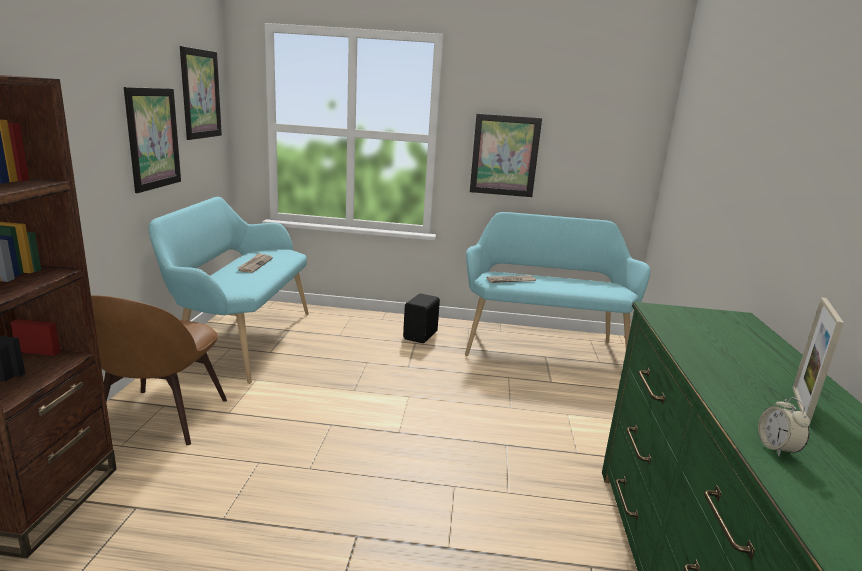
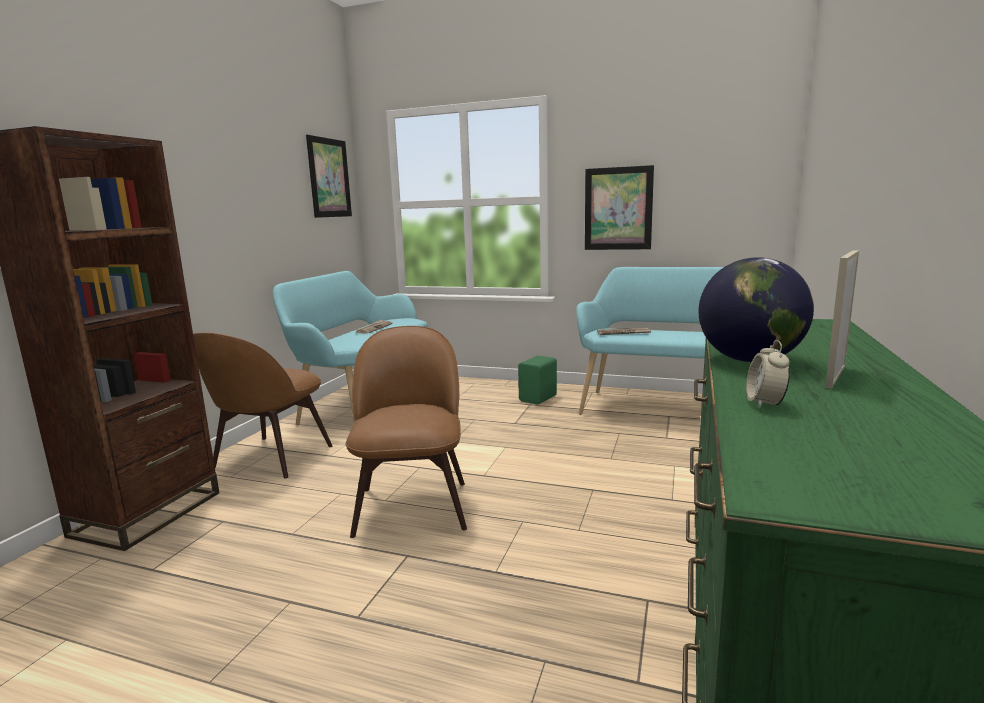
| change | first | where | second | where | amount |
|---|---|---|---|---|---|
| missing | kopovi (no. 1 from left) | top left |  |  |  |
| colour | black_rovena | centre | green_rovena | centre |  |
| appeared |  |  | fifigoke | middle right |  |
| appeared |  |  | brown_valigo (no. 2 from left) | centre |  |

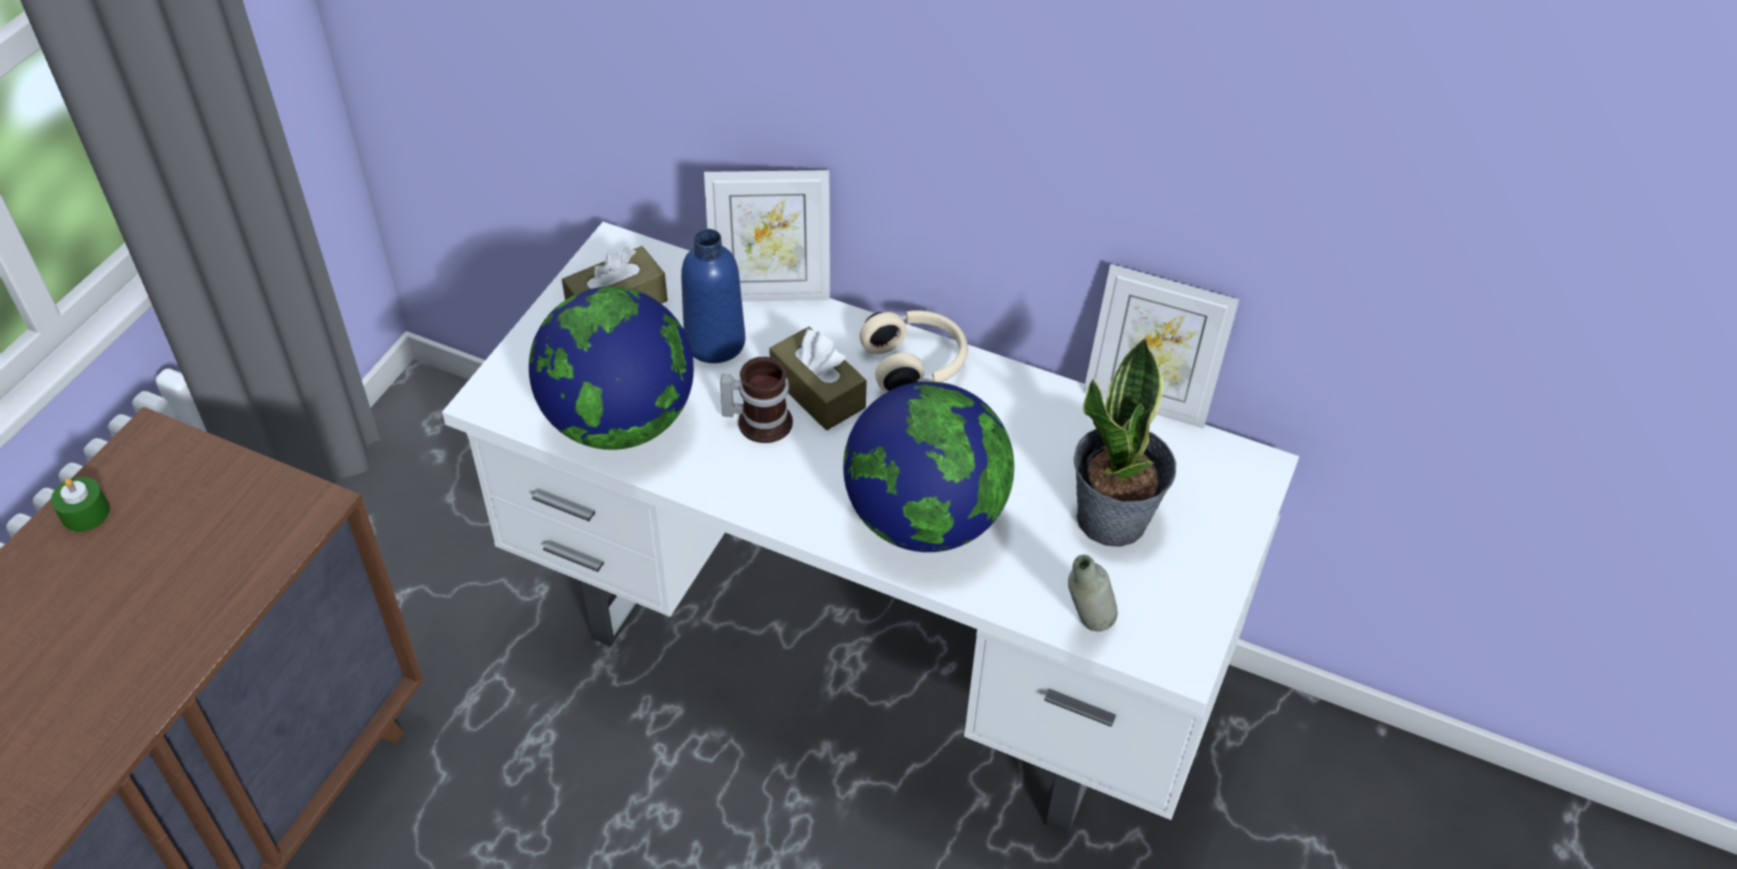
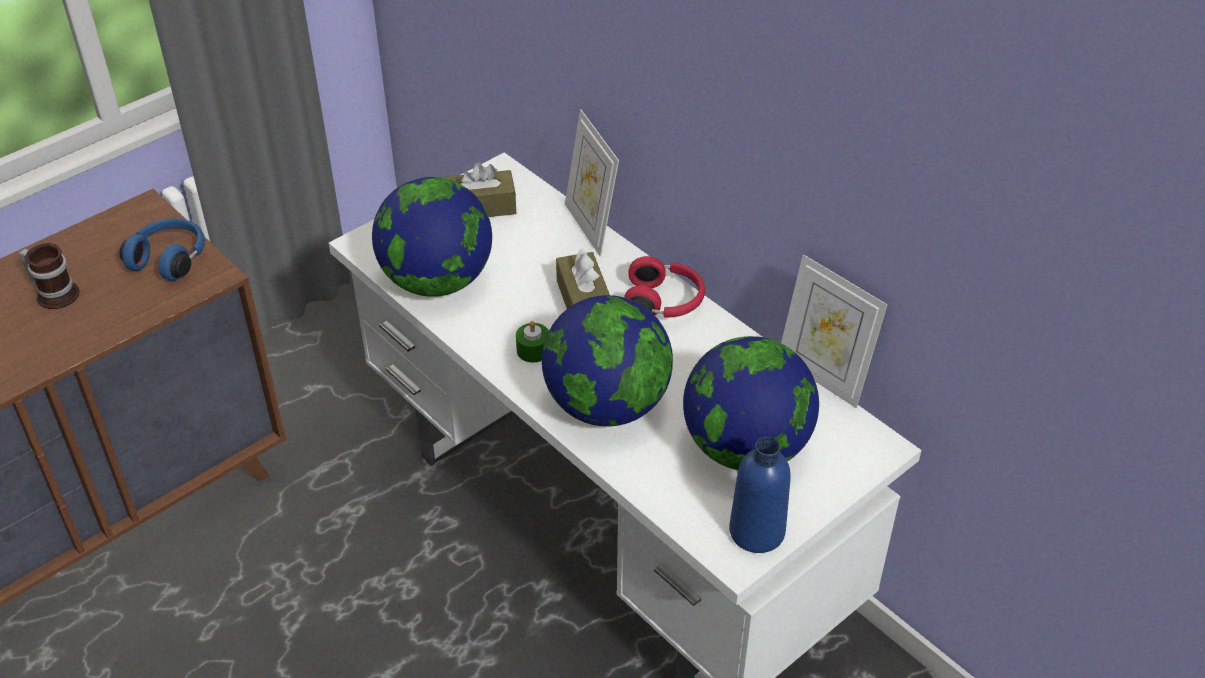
| change | first | where | second | where | amount |
|---|---|---|---|---|---|
| spun | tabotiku (no. 1 from left) | top centre |  | top centre | 45 degrees clockwise |
| relocated | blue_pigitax | centre |  | bottom centre |  |
| colour | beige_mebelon | centre | red_mebelon | centre |  |
| exchanged | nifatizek | centre | fifigoke (no. 3 from left) | centre |  |
| relocated | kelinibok | centre |  | middle left |  |
| relocated | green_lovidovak | middle left |  | centre |  |
| missing | grey_pigitax | bottom centre |  |  |  |
| appeared |  |  | blue_mebelon | middle left |  |

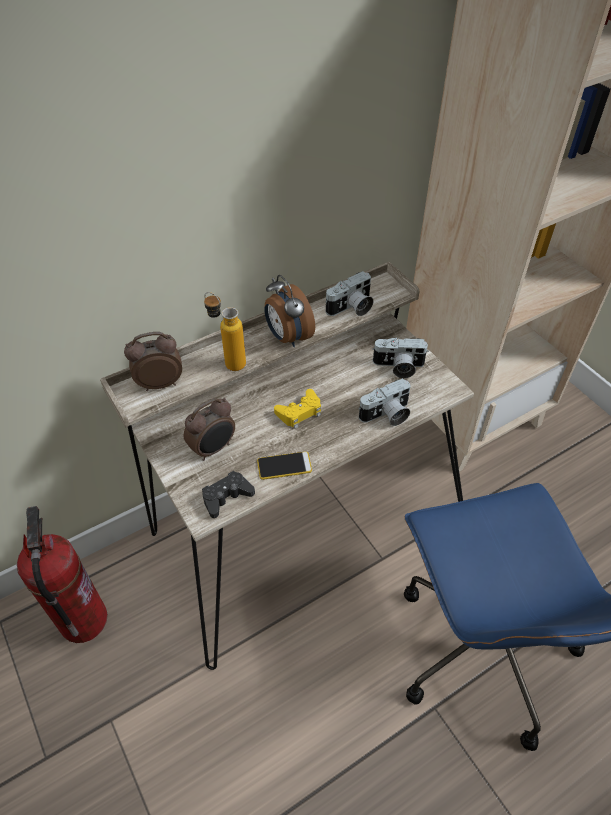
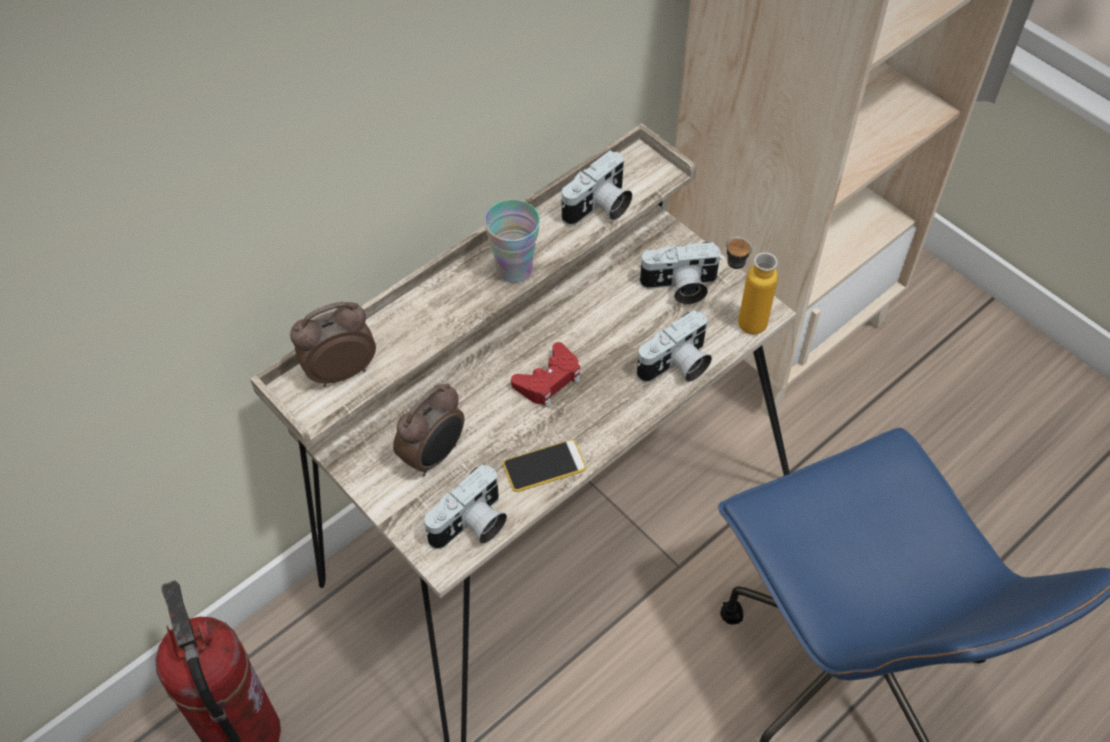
| change | first | where | second | where | amount |
|---|---|---|---|---|---|
| exchanged | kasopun (no. 3 from left) | centre | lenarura | top centre |  |
| relocated | pigitax | centre |  | middle right |  |
| colour | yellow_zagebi | centre | red_zagebi | centre |  |
| exchanged | black_zagebi | centre | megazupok (no. 1 from left) | bottom centre |  |

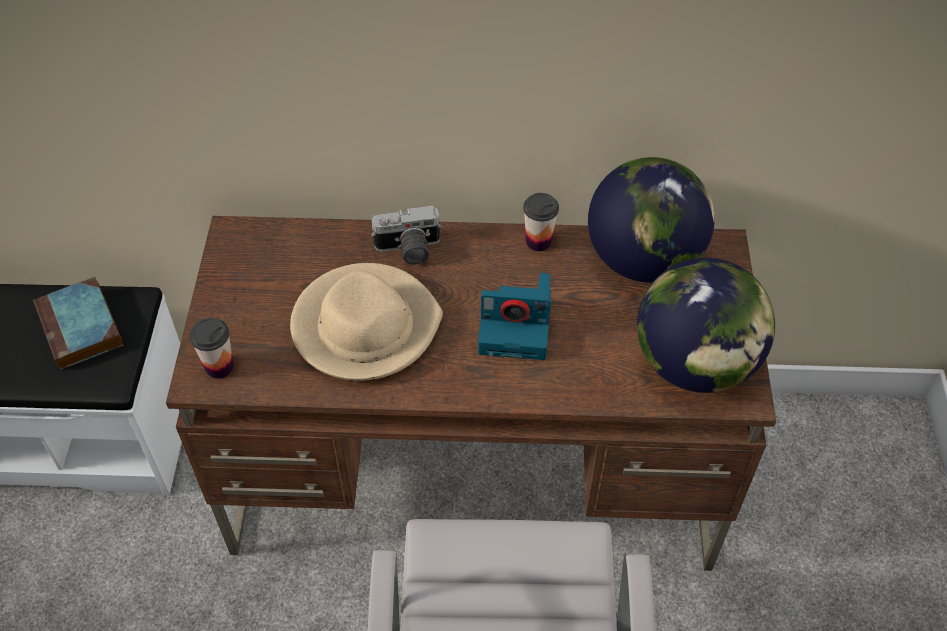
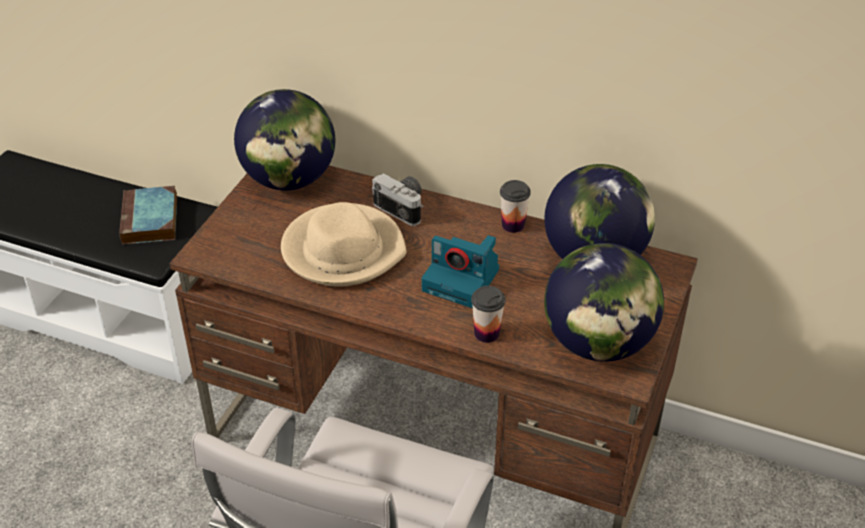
| change | first | where | second | where | amount |
|---|---|---|---|---|---|
| spun | megazupok (no. 1 from left) | centre |  | centre | 150 degrees counterclockwise |
| relocated | lenarura (no. 1 from left) | middle left |  | centre |  |
| appeared |  |  | fifigoke (no. 1 from left) | top left |  |

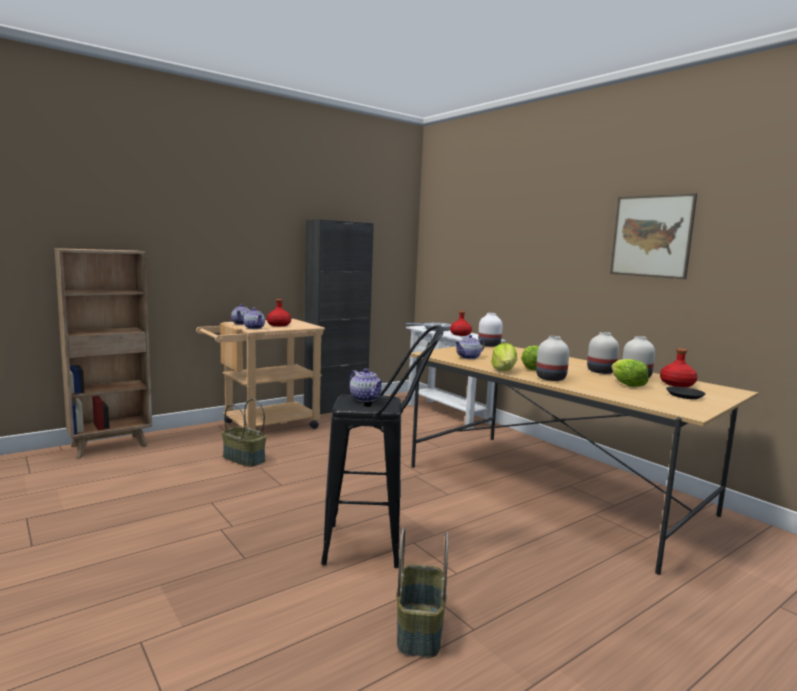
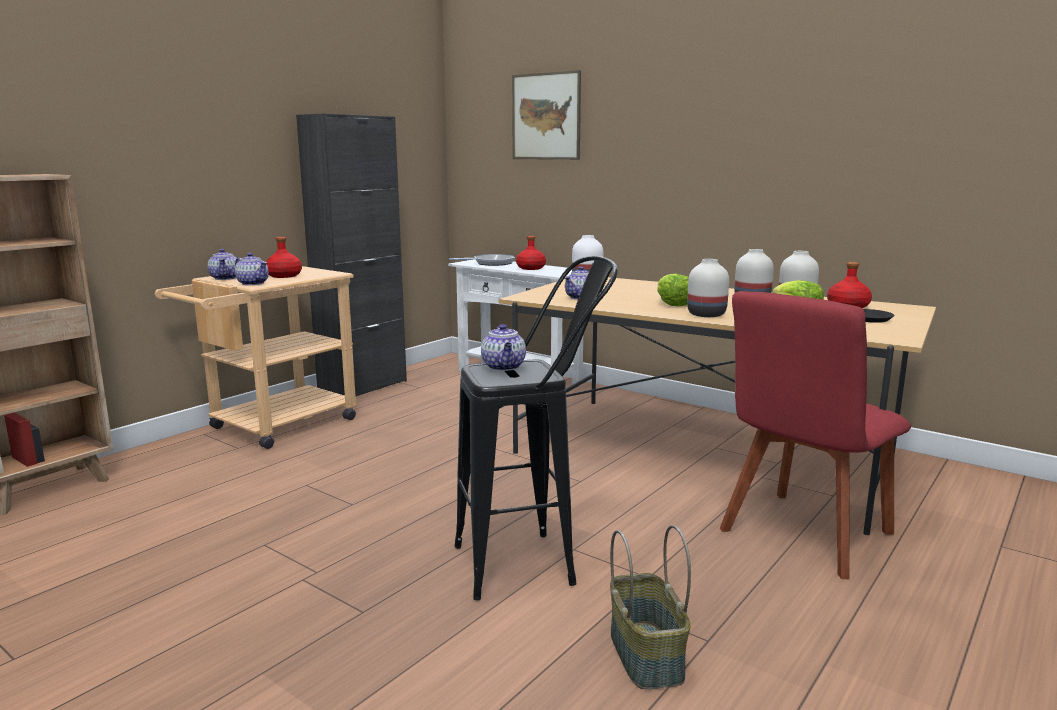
| change | first | where | second | where | amount |
|---|---|---|---|---|---|
| relocated | kopovi | middle right |  | top centre |  |
| missing | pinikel (no. 1 from left) | centre |  |  |  |
| spun | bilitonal (no. 3 from left) | centre |  | centre | 45 degrees clockwise |
| missing | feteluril (no. 1 from left) | middle left |  |  |  |
| appeared |  |  | red_valigo | middle right |  |

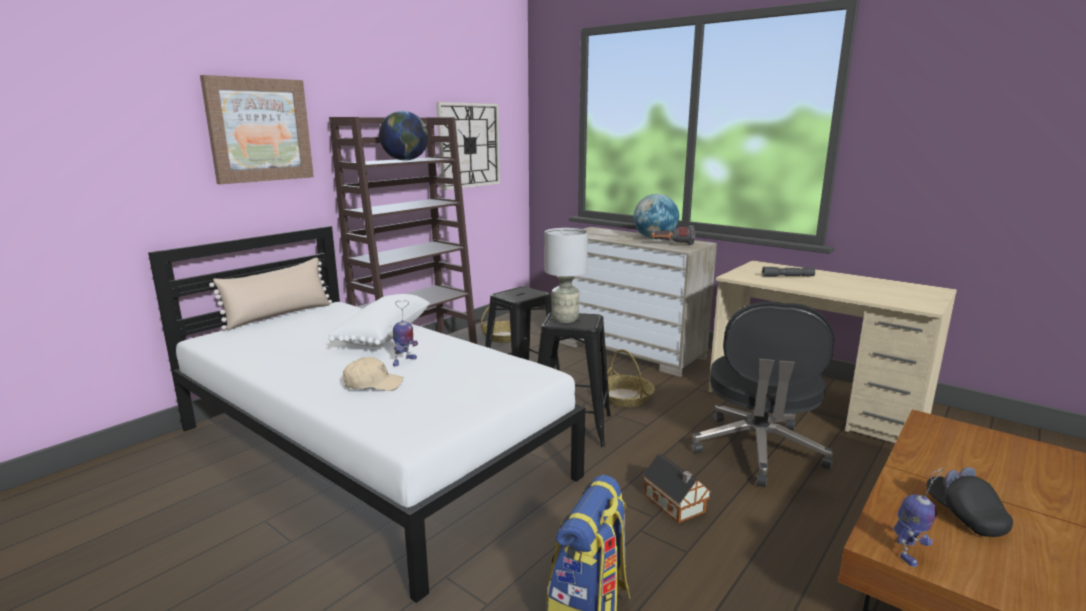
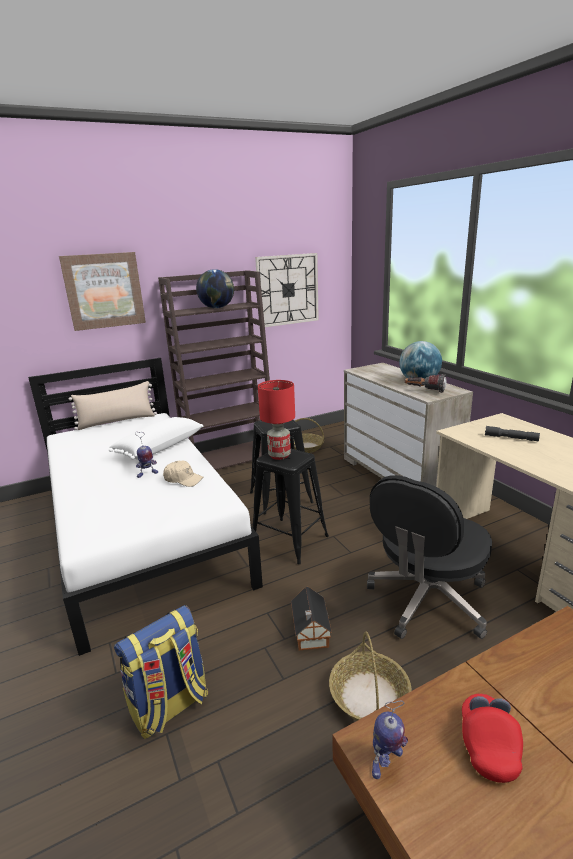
| change | first | where | second | where | amount |
|---|---|---|---|---|---|
| colour | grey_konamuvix | centre | red_konamuvix | centre |  |
| relocated | feteluril (no. 2 from left) | centre |  | bottom centre |  |
| relocated | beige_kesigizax | centre |  | middle left |  |
| colour | black_kesigizax | bottom right | red_kesigizax | bottom right |  |

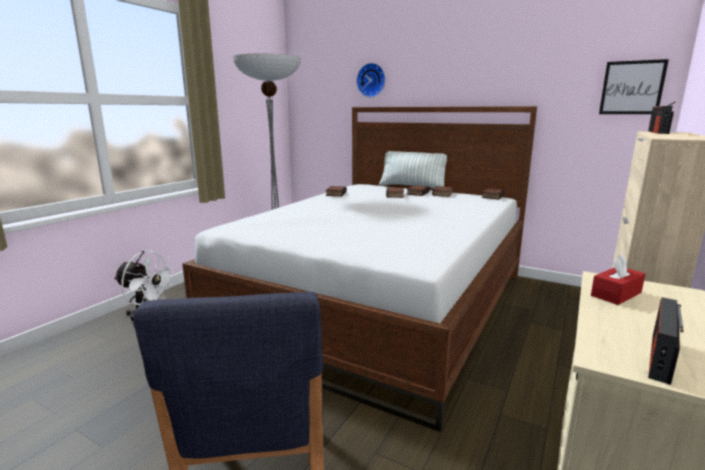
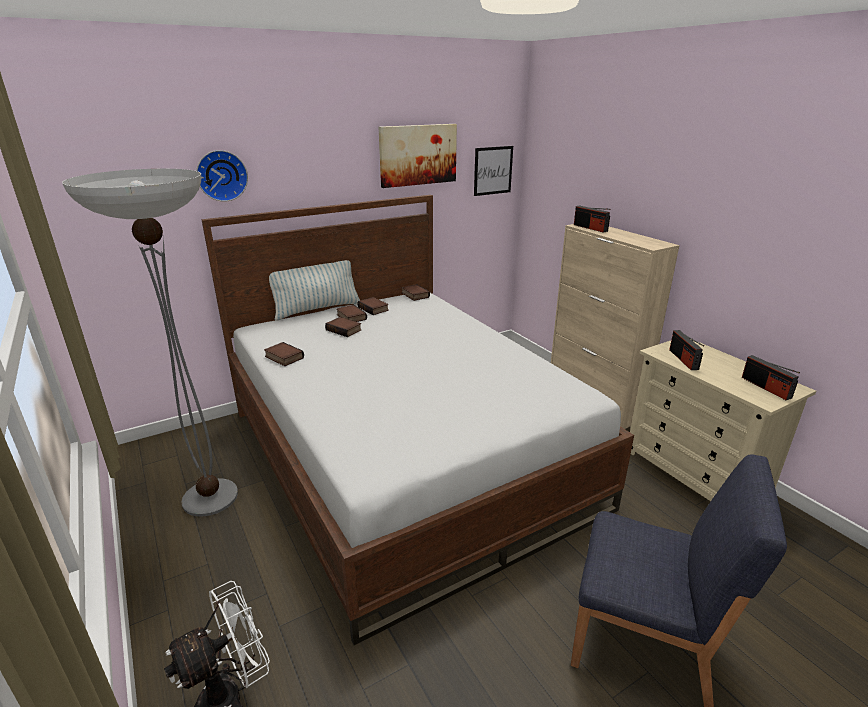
| change | first | where | second | where | amount |
|---|---|---|---|---|---|
| exchanged | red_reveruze | middle right | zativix (no. 2 from left) | middle right |  |
| appeared |  |  | kopovi (no. 1 from left) | top centre |  |

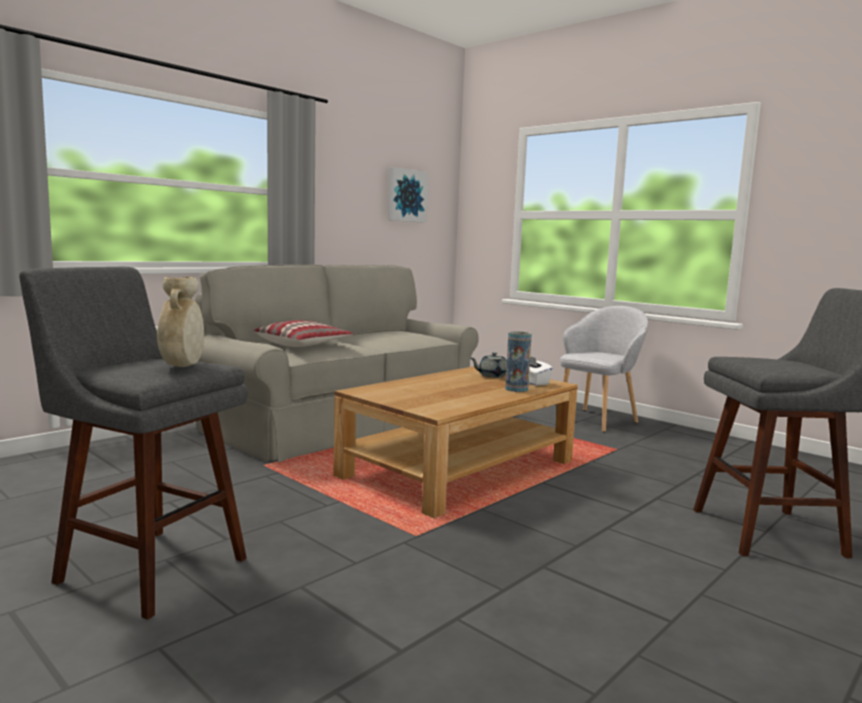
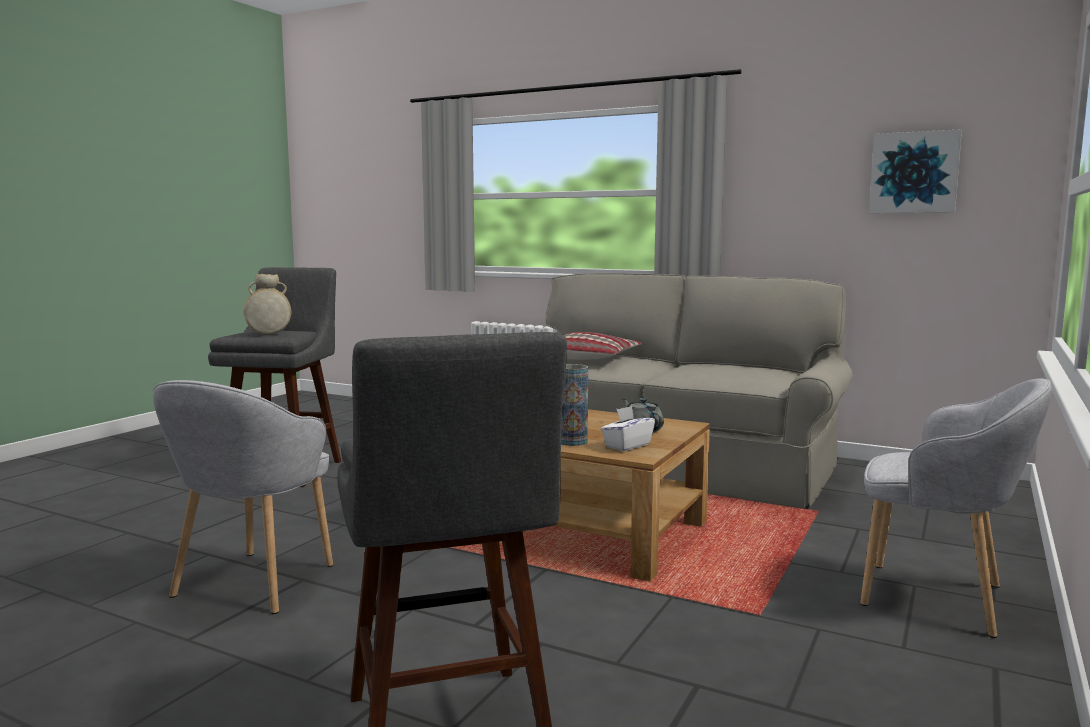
| change | first | where | second | where | amount |
|---|---|---|---|---|---|
| appeared |  |  | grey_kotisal (no. 1 from left) | bottom left |  |

